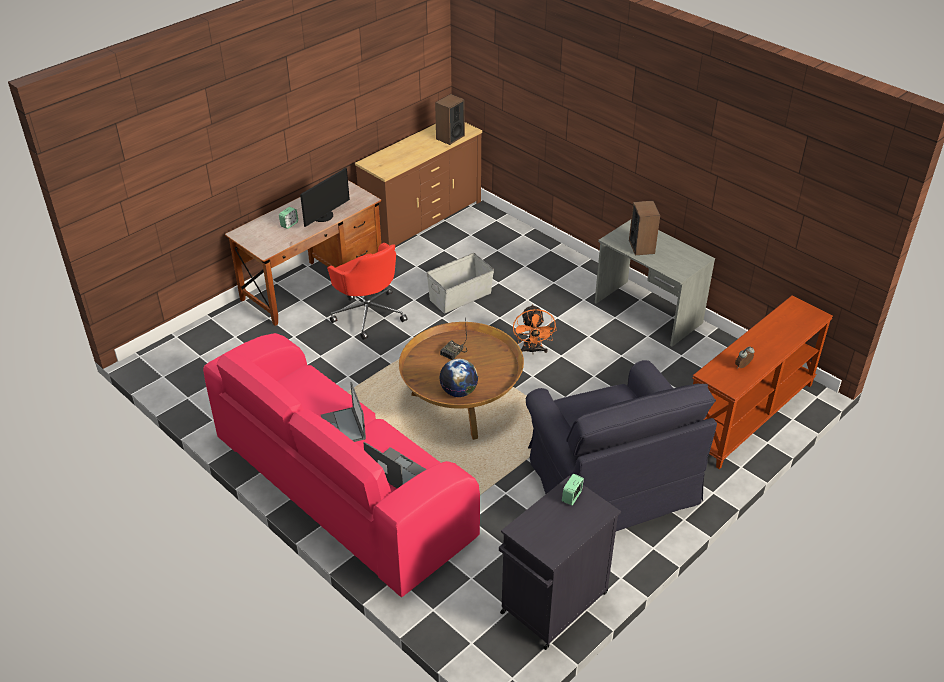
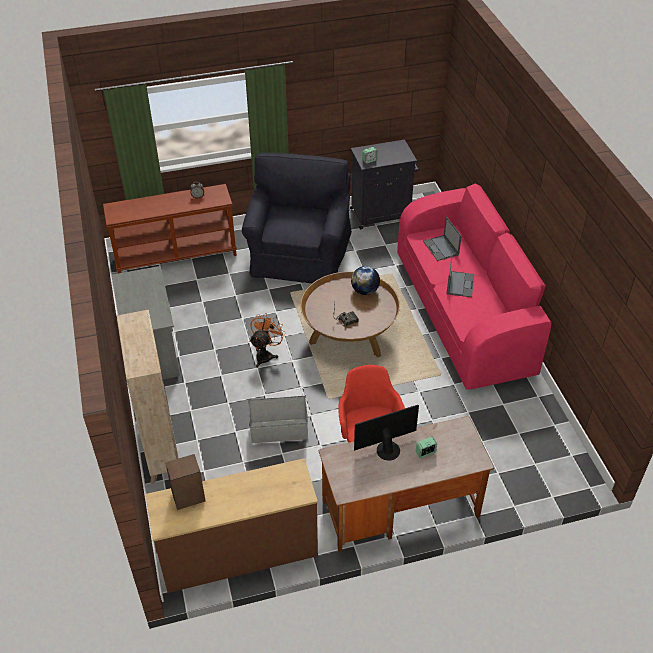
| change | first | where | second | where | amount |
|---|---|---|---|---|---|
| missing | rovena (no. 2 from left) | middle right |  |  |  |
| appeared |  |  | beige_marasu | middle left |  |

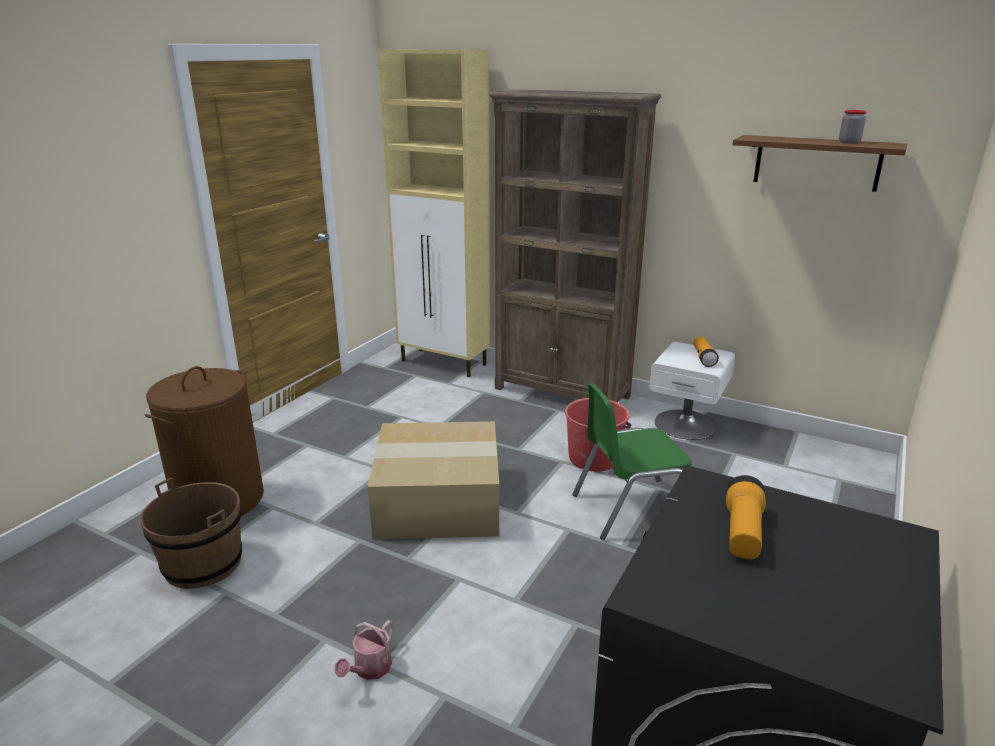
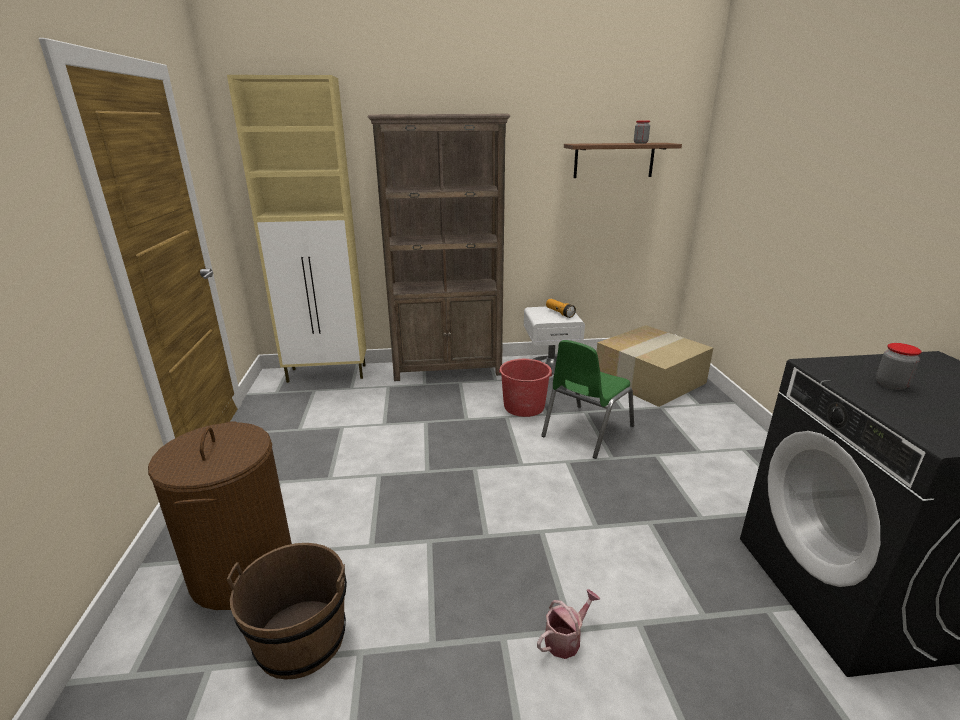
| change | first | where | second | where | amount |
|---|---|---|---|---|---|
| relocated | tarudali | centre |  | middle right |  |
| exchanged | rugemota (no. 2 from left) | bottom right | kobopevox (no. 2 from left) | middle right |  |
| spun | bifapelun | bottom centre |  | bottom centre | 120 degrees counterclockwise |

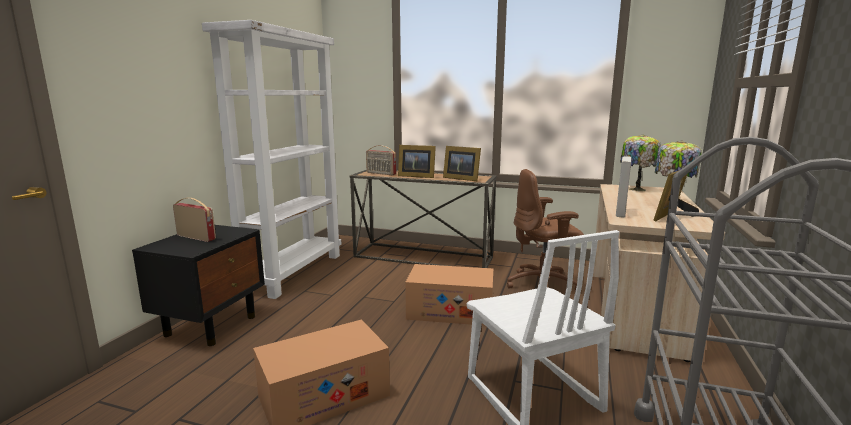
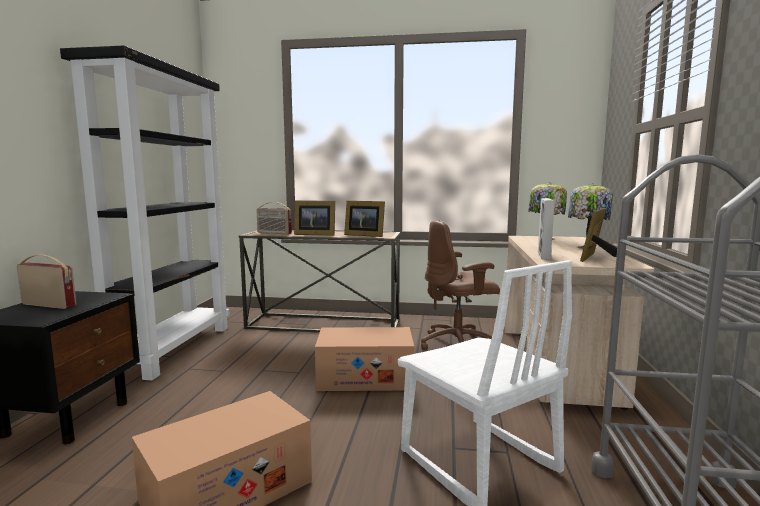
| change | first | where | second | where | amount |
|---|---|---|---|---|---|
| colour | white_marasu | middle left | black_marasu | middle left |  |

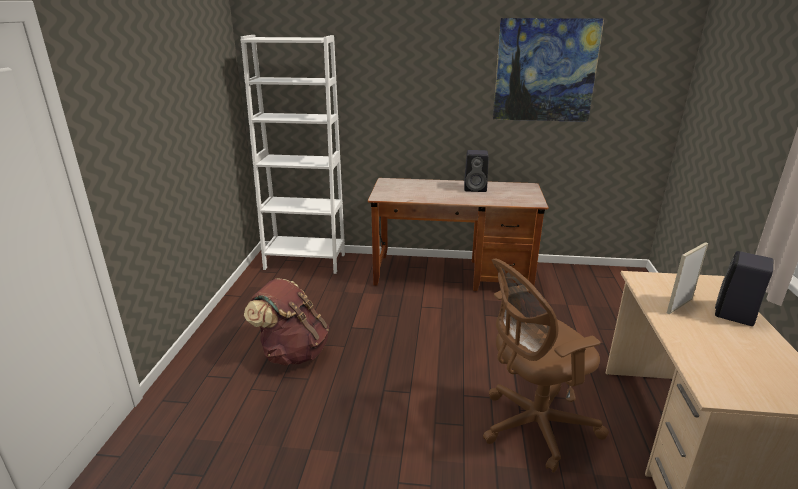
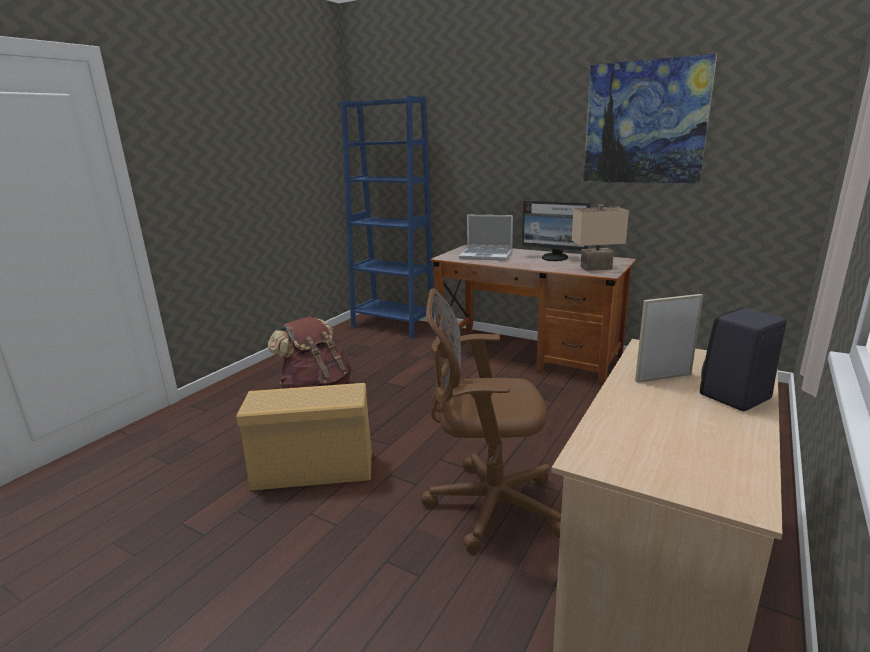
| change | first | where | second | where | amount |
|---|---|---|---|---|---|
| colour | white_marasu | top centre | blue_marasu | top centre |  |
| exchanged | black_rovena (no. 1 from left) | centre | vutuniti | centre |  |
| appeared |  |  | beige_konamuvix | middle right |  |
| appeared |  |  | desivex | centre |  |
| appeared |  |  | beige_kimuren | bottom centre |  |

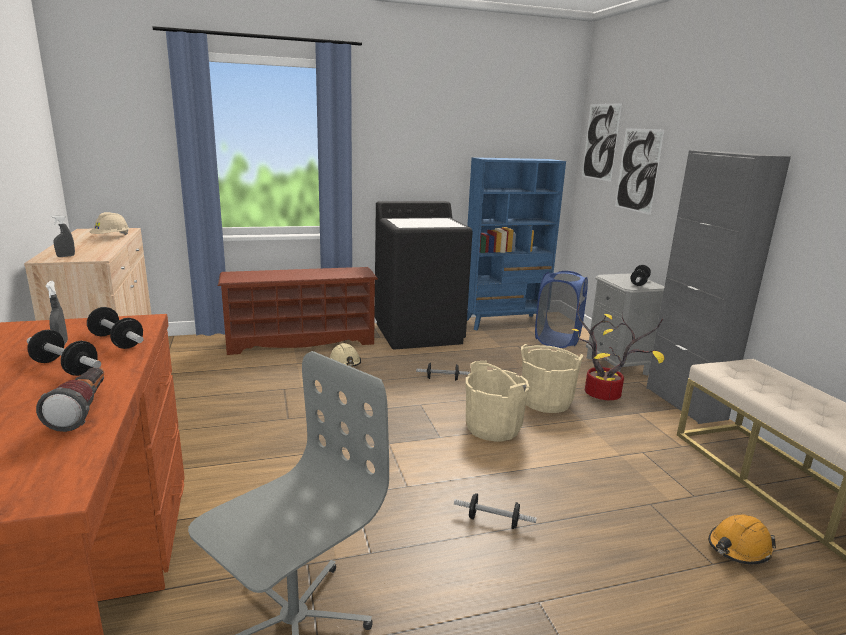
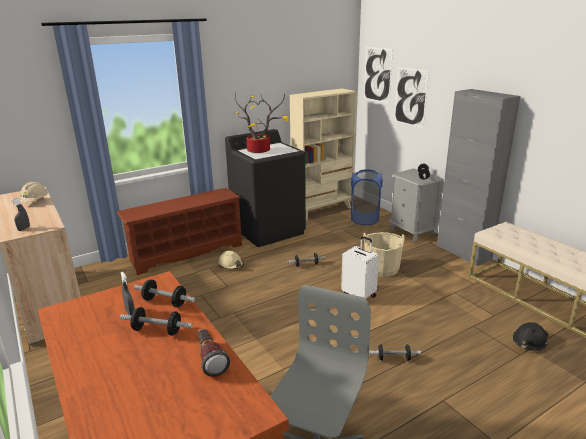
| change | first | where | second | where | amount |
|---|---|---|---|---|---|
| colour | blue_marasu | centre | beige_marasu | centre |  |
| relocated | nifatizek | middle right |  | top centre |  |
| exchanged | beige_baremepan (no. 1 from left) | centre | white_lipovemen | centre |  |
| colour | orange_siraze | bottom right | black_siraze | bottom right |  |

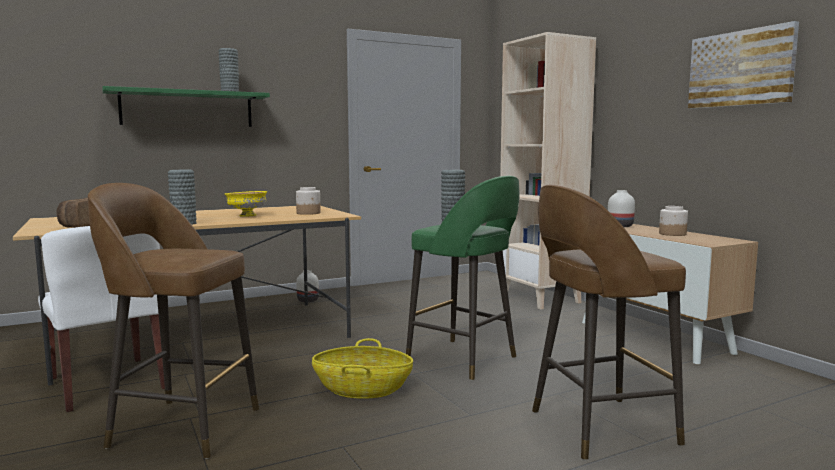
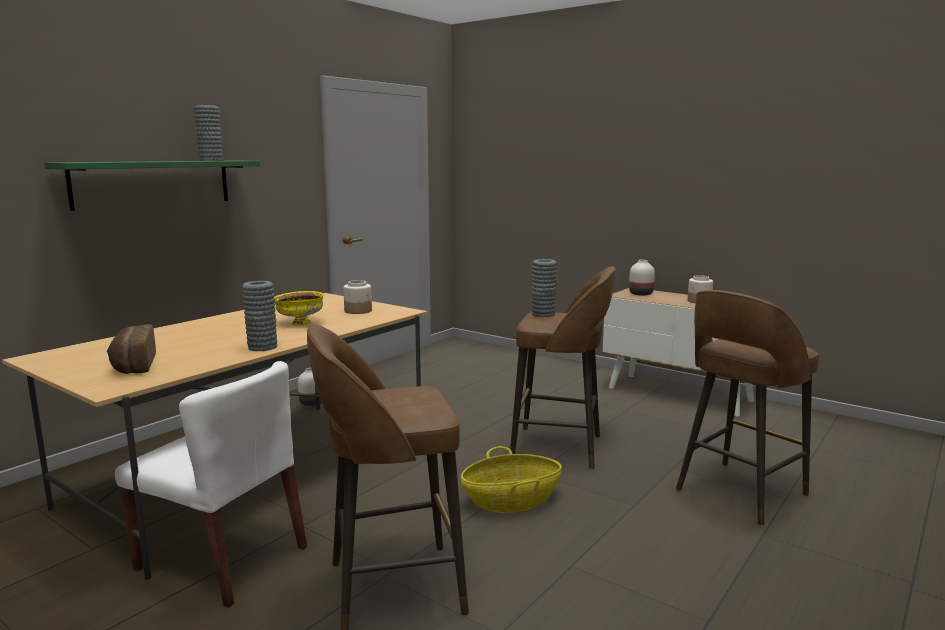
| change | first | where | second | where | amount |
|---|---|---|---|---|---|
| missing | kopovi | top right |  |  |  |
| missing | beige_marasu | centre |  |  |  |
| colour | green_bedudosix | centre | brown_bedudosix (no. 2 from left) | centre |  |

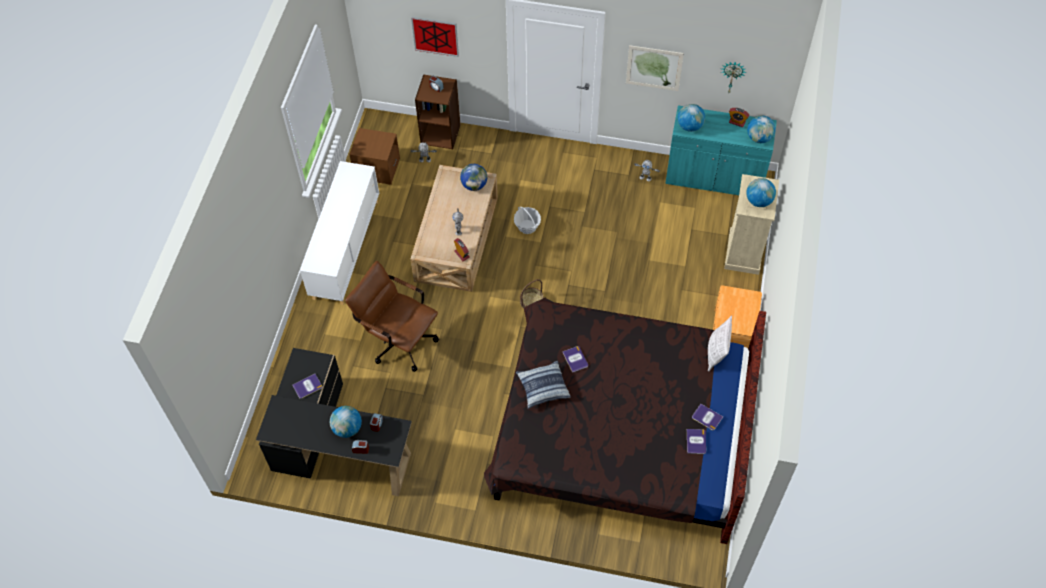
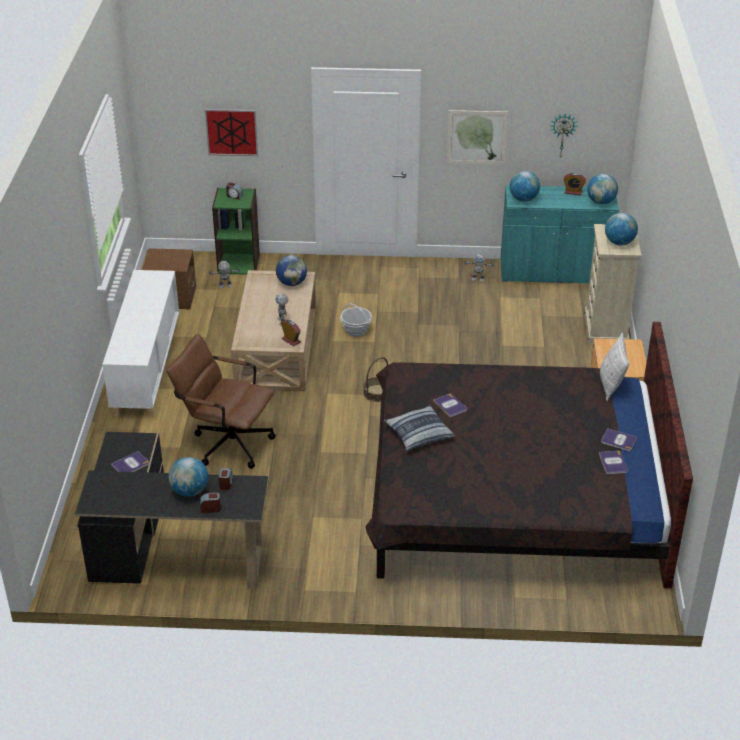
| change | first | where | second | where | amount |
|---|---|---|---|---|---|
| colour | brown_marasu | top centre | green_marasu | top left |  |

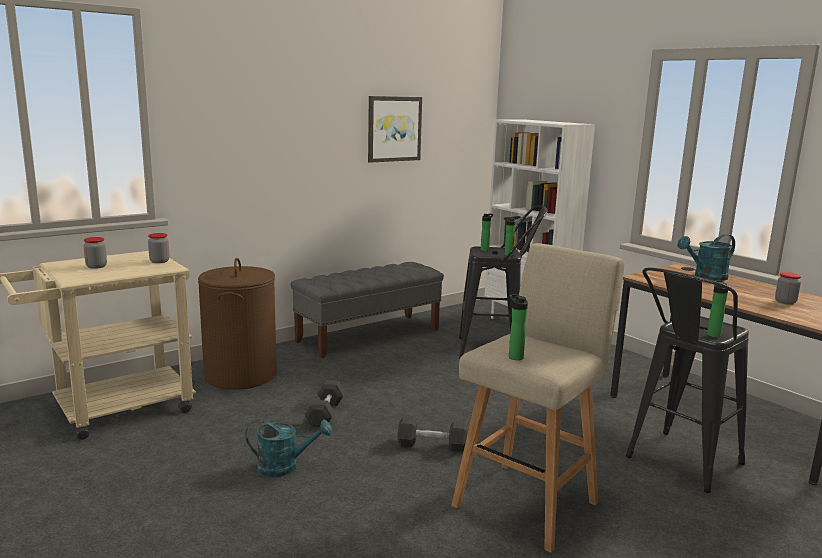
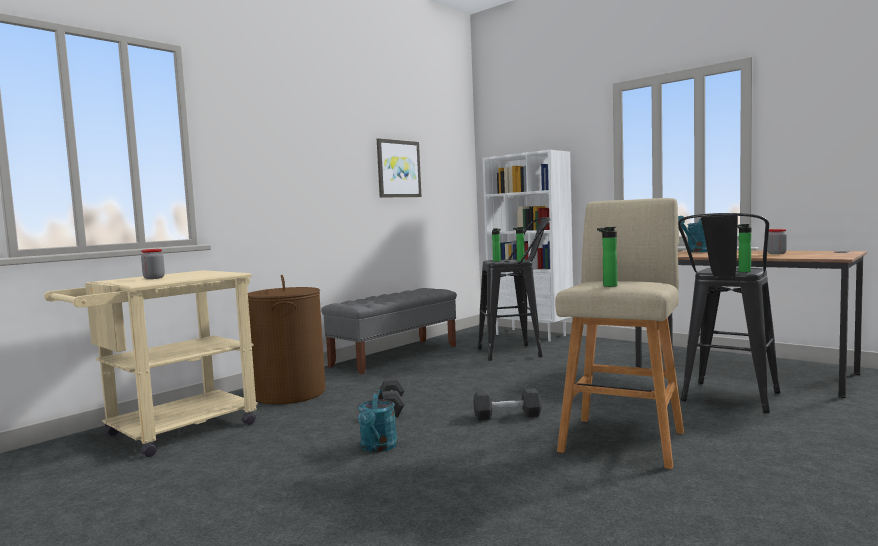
| change | first | where | second | where | amount |
|---|---|---|---|---|---|
| missing | kobopevox (no. 2 from left) | middle left |  |  |  |
| spun | turquoise_bifapelun (no. 1 from left) | bottom centre |  | bottom centre | 105 degrees clockwise |

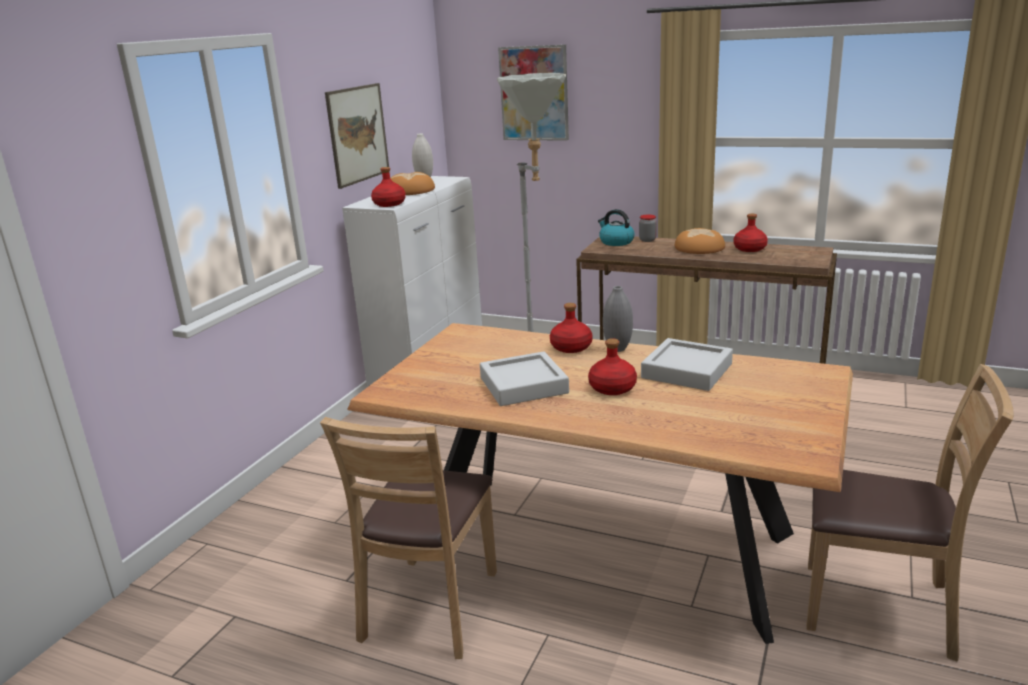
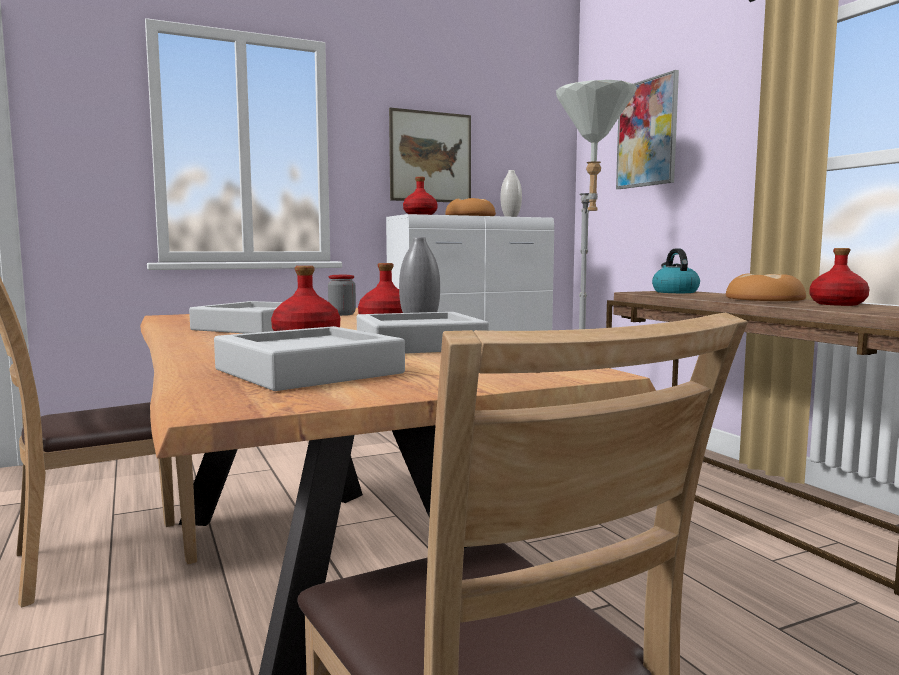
| change | first | where | second | where | amount |
|---|---|---|---|---|---|
| relocated | kobopevox | top centre |  | centre |  |
| appeared |  |  | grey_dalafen (no. 2 from left) | centre |  |

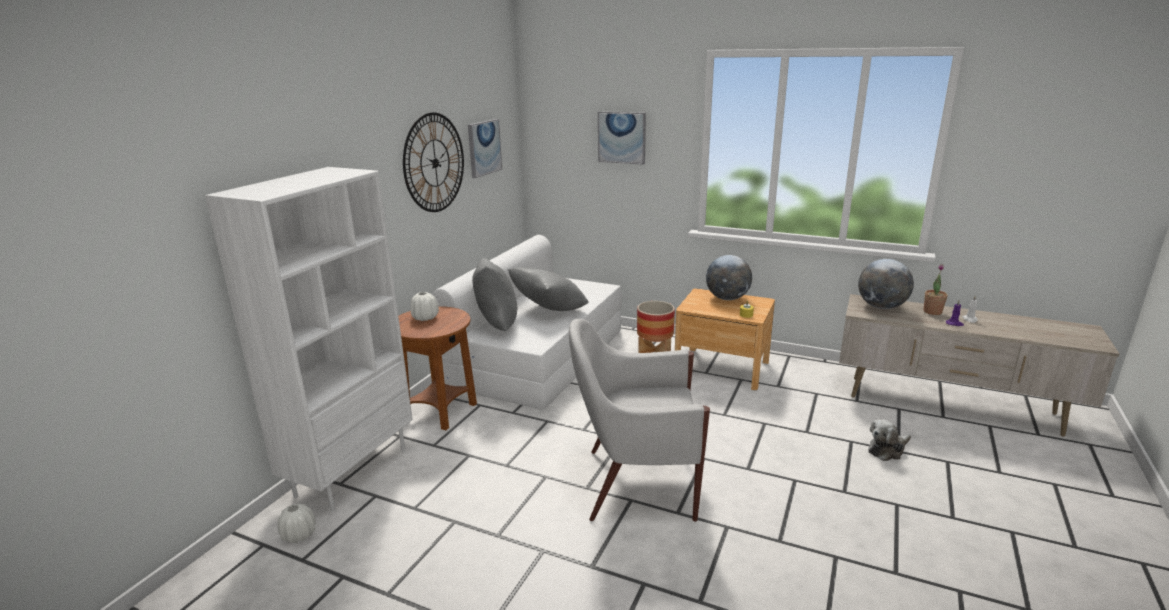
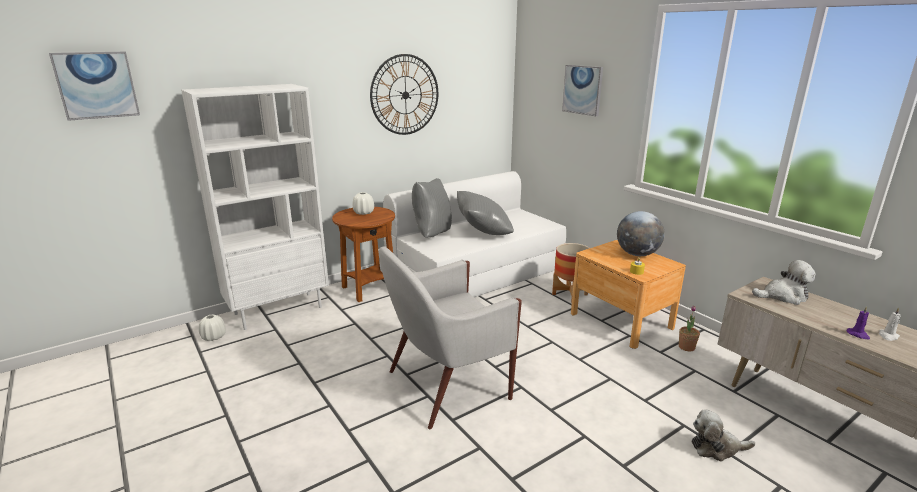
| change | first | where | second | where | amount |
|---|---|---|---|---|---|
| relocated | kopovi (no. 1 from left) | top centre |  | top left |  |
| exchanged | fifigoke (no. 2 from left) | middle right | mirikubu (no. 2 from left) | middle right |  |
| relocated | nifatizek | middle right |  | bottom right |  |
| spun | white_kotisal | bottom centre |  | bottom centre | 60 degrees counterclockwise |

